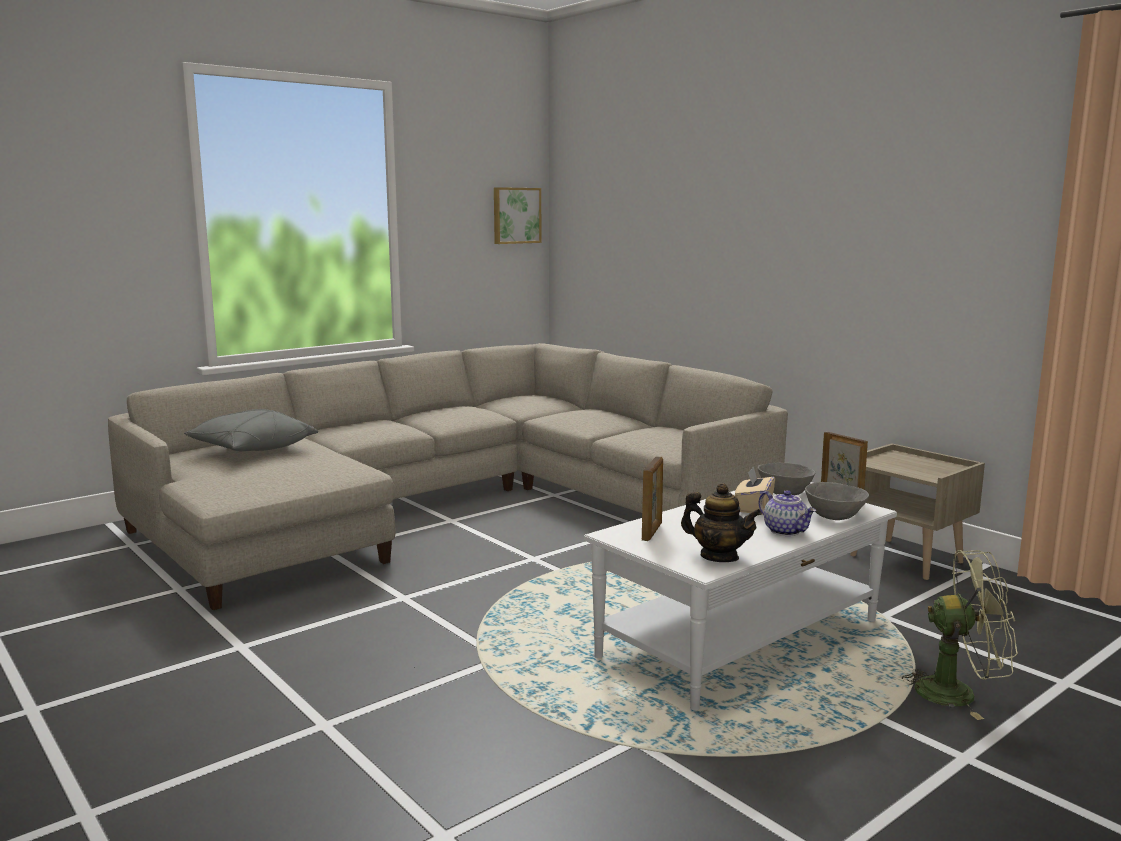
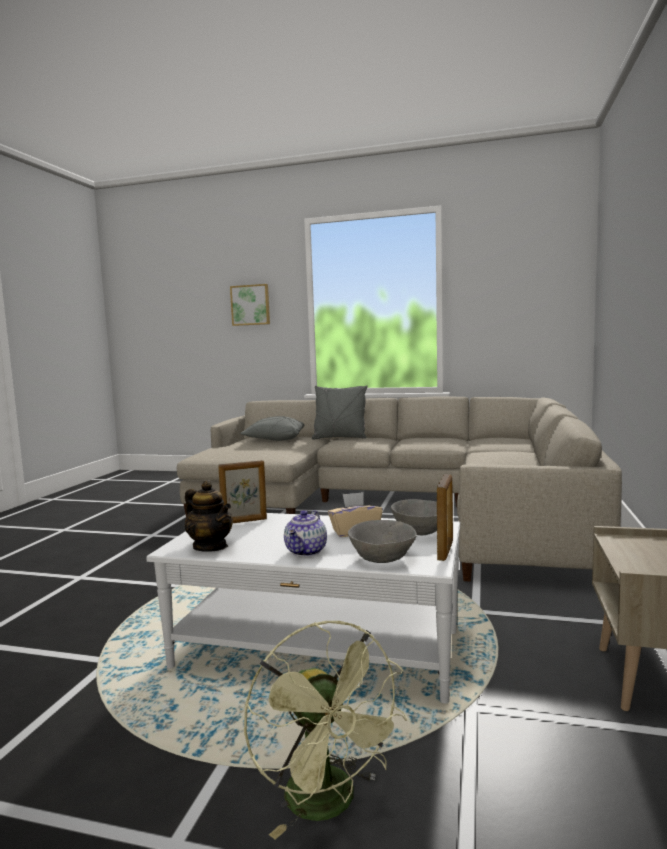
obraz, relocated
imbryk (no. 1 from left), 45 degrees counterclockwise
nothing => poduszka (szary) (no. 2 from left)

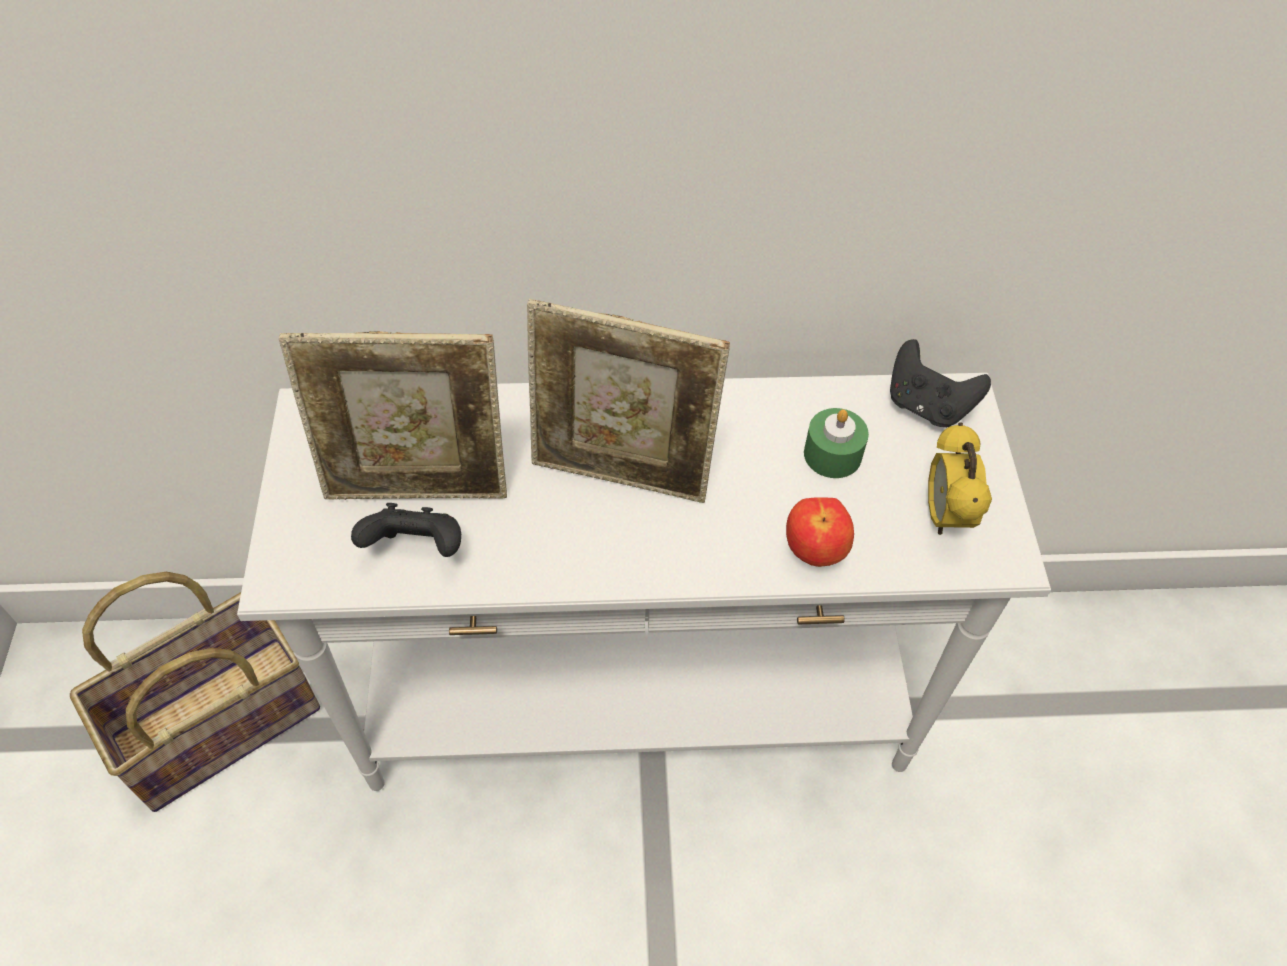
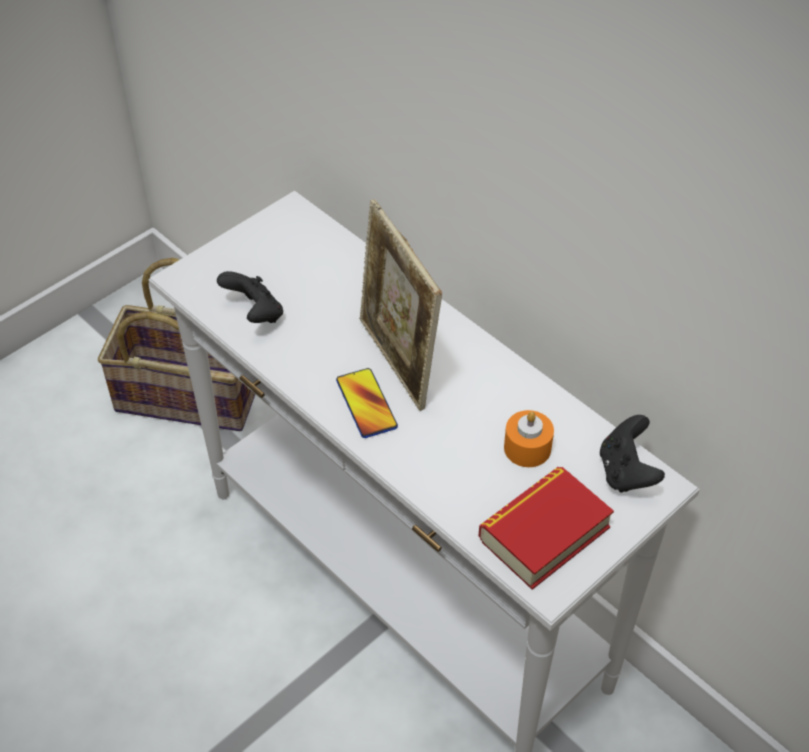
ramka na zdjęcie (no. 1 from left) => nothing
jabłko => nothing
świeca (zielony) => świeca (pomarańczowy)
budzik => książka
nothing => telefon

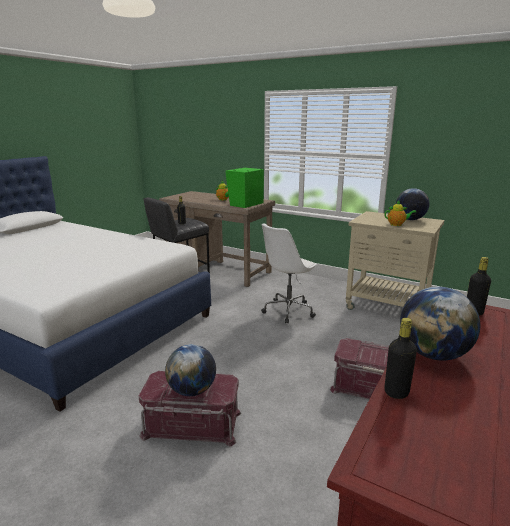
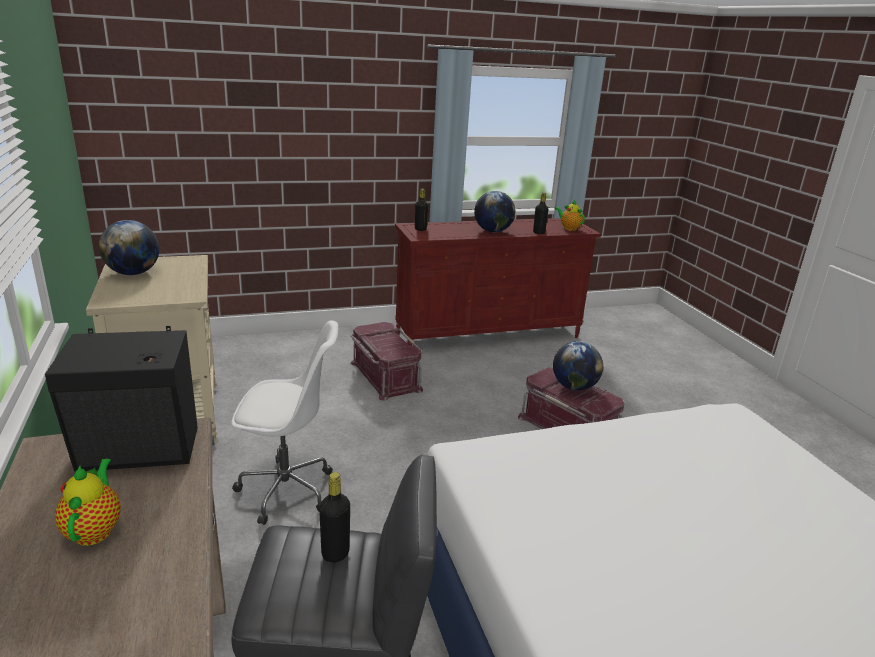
głośnik (zielony) => głośnik (czarny)
imbryk (no. 2 from left), relocated

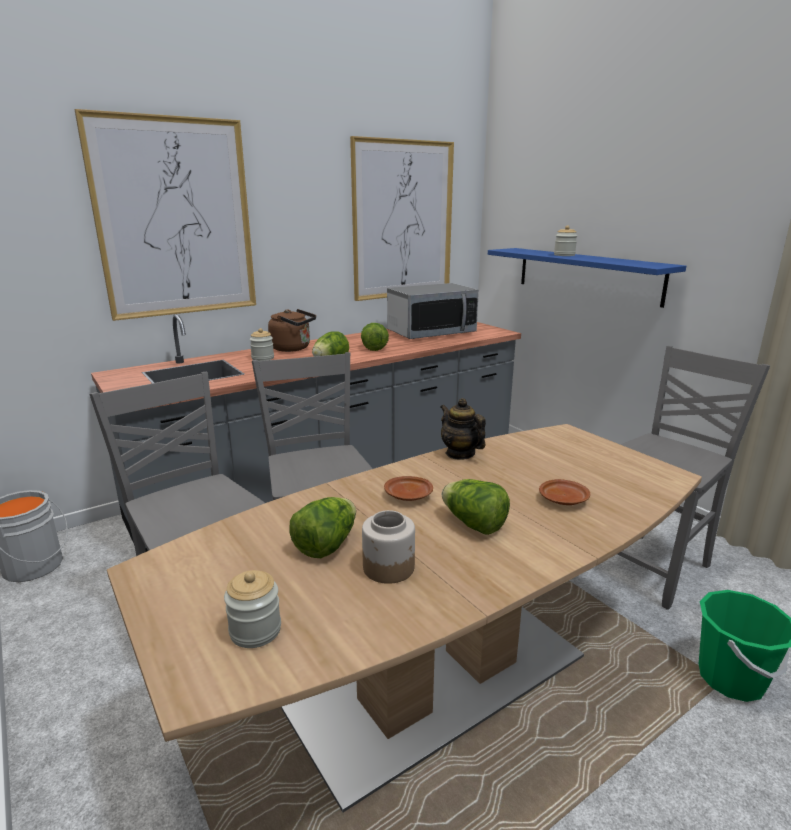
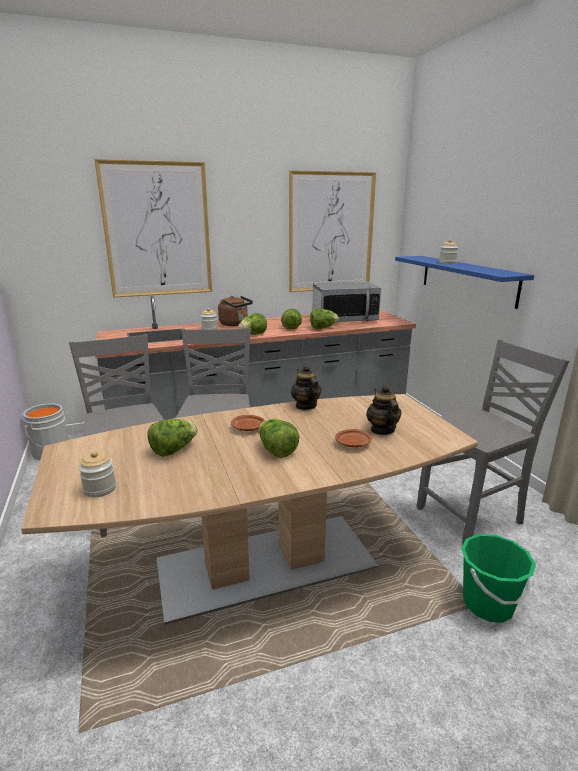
słoik (no. 3 from left) => nothing
nothing => sałata (no. 5 from left)
nothing => imbryk (no. 2 from left)

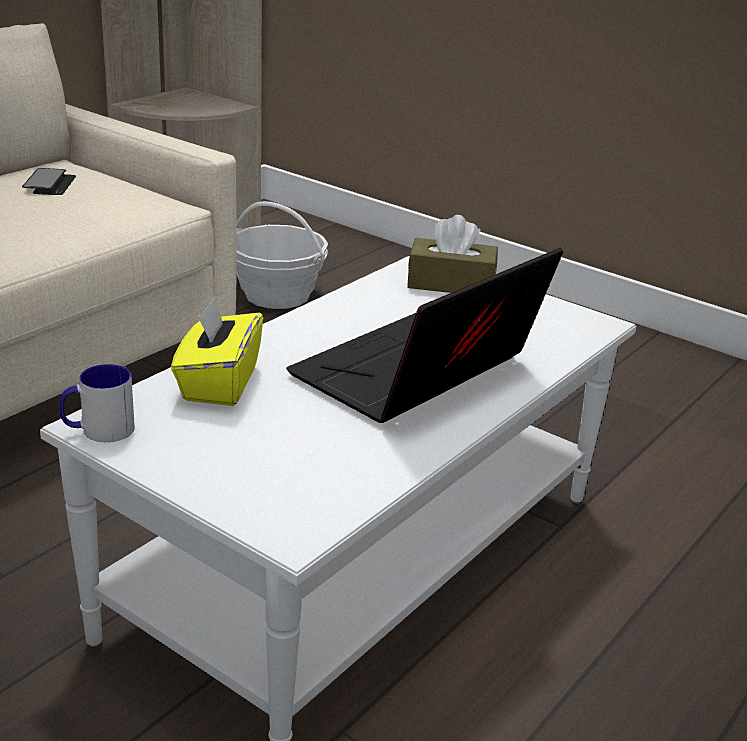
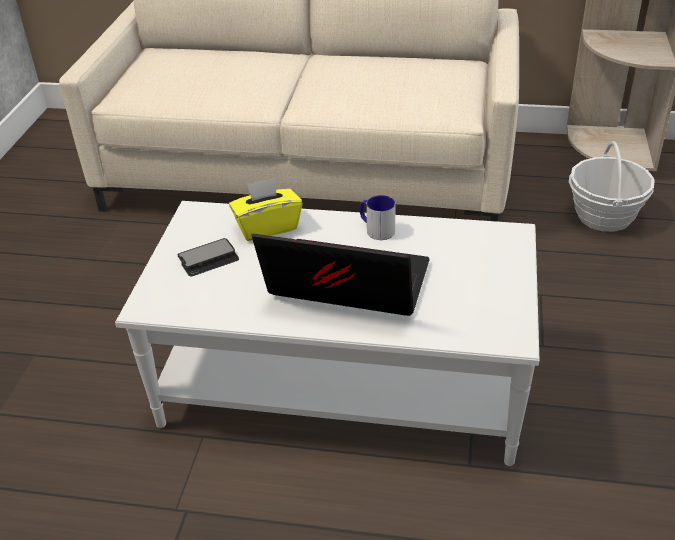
telefon, relocated
kubek, relocated
pudełko chusteczek (brązowy) => nothing

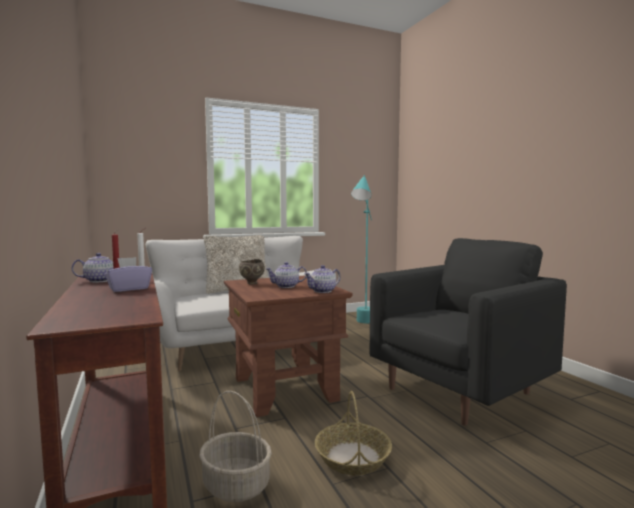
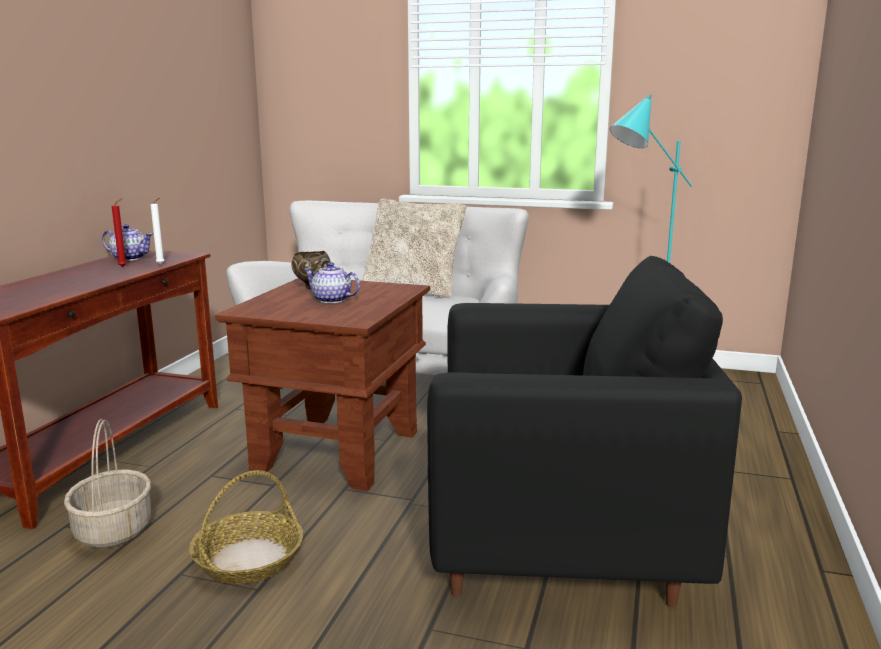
pudełko chusteczek (fioletowy) => nothing
imbryk (no. 3 from left) => nothing

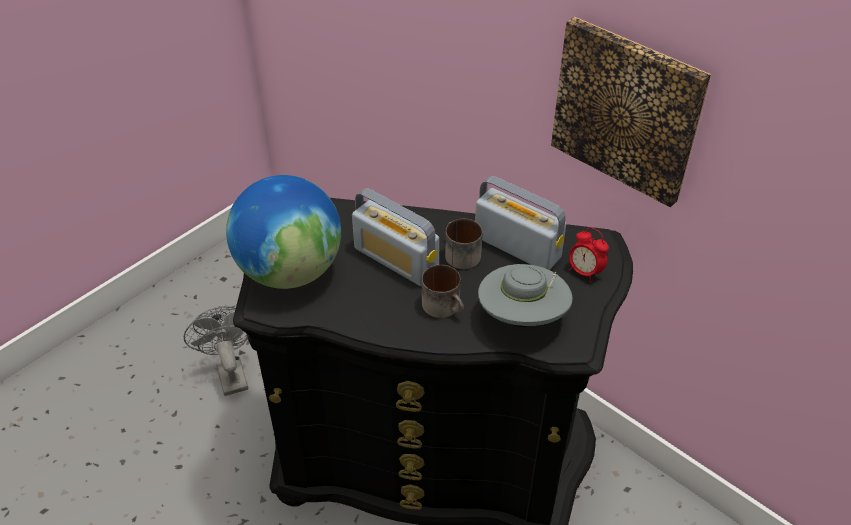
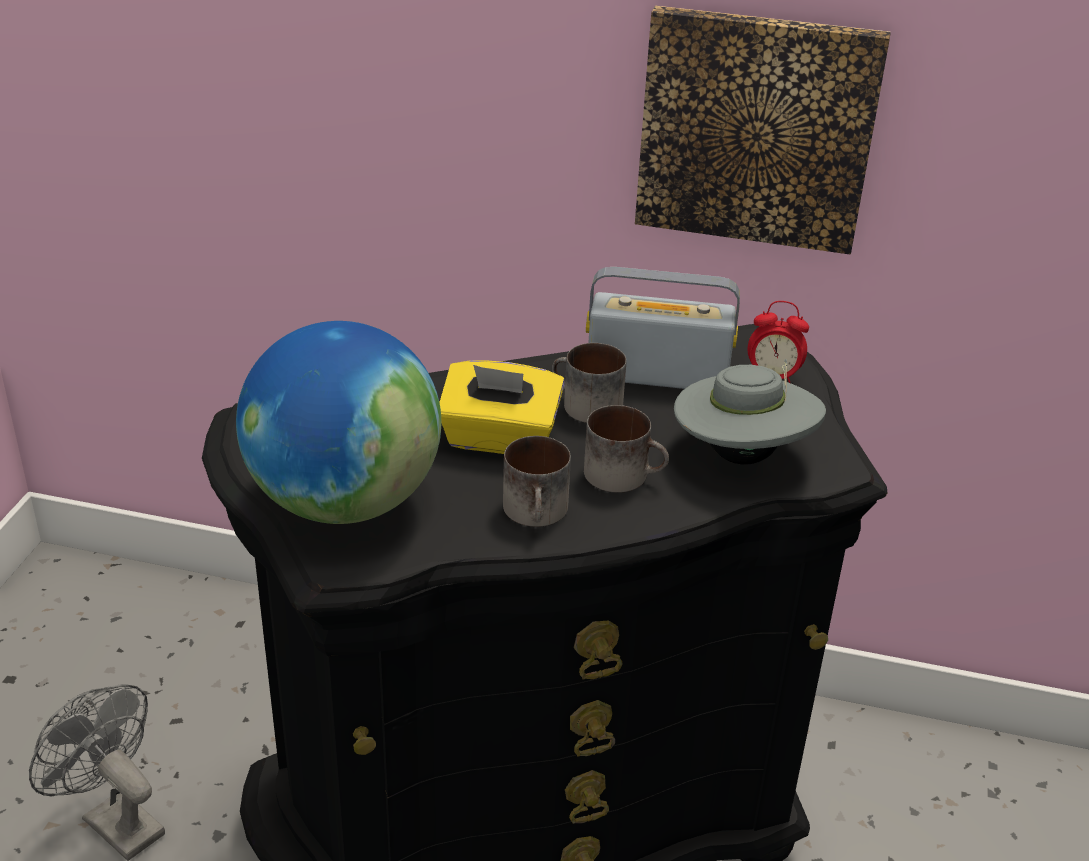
radio (no. 1 from left) => pudełko chusteczek (żółty)
nothing => kubek (no. 1 from left)

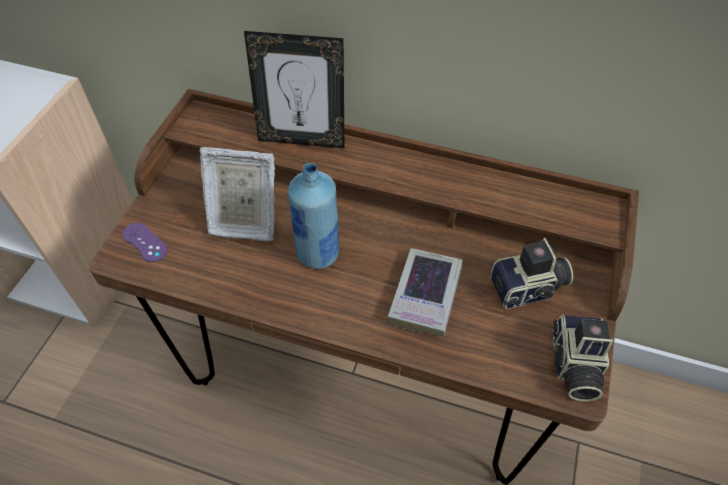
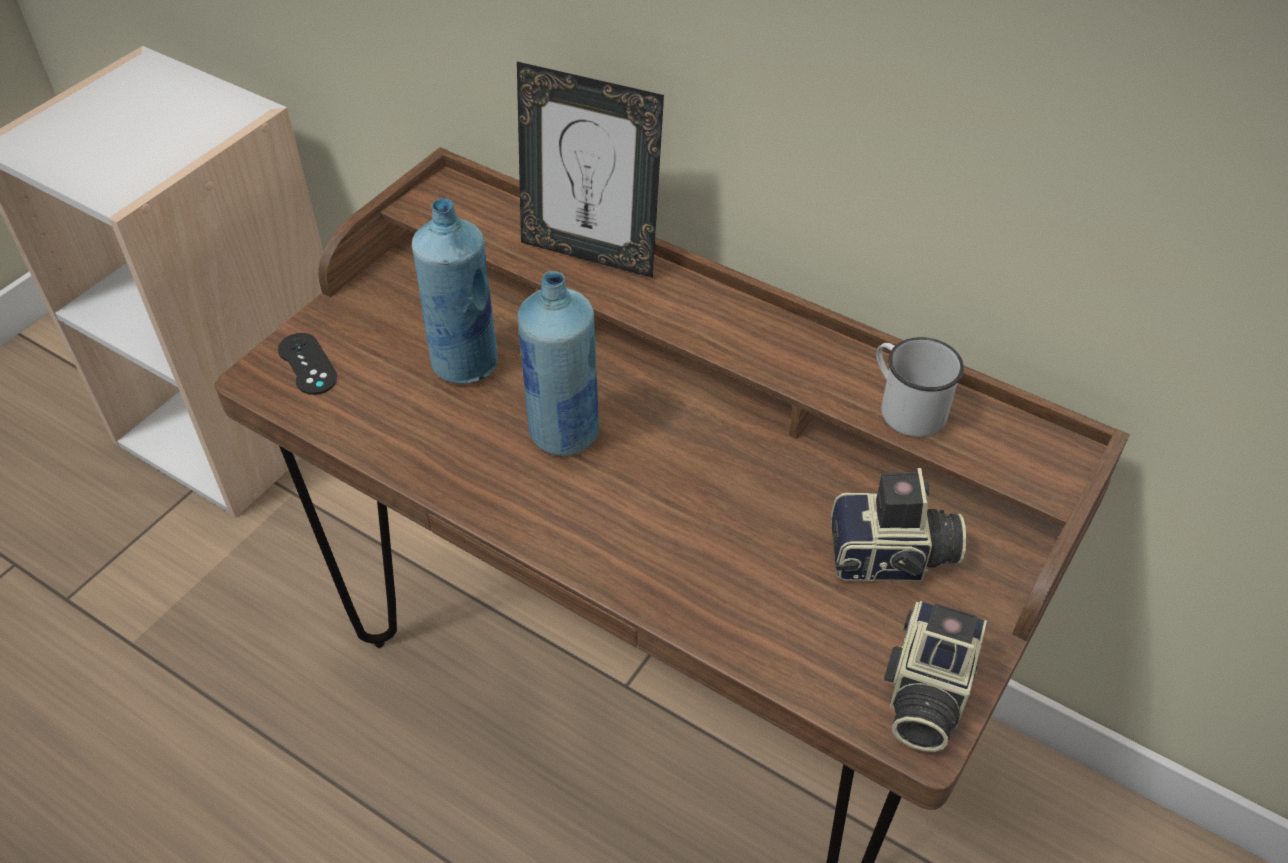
pad do gier (fioletowy) => pad do gier (czarny)
ramka na zdjęcie (no. 1 from left) => butelka (niebieski) (no. 1 from left)
książka => nothing
nothing => kubek (biały)

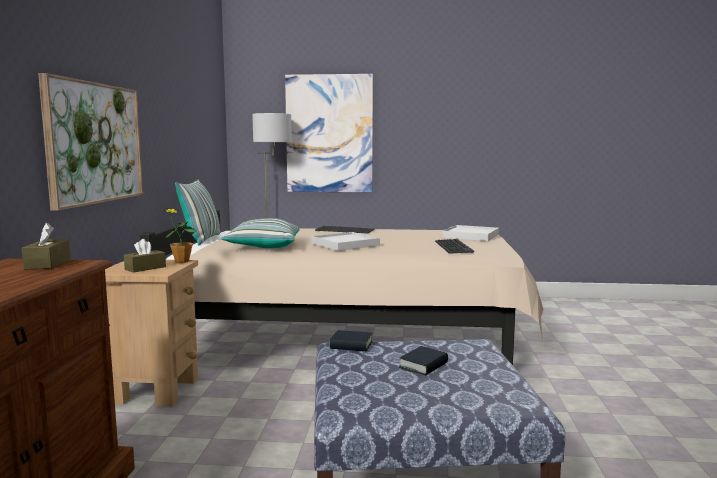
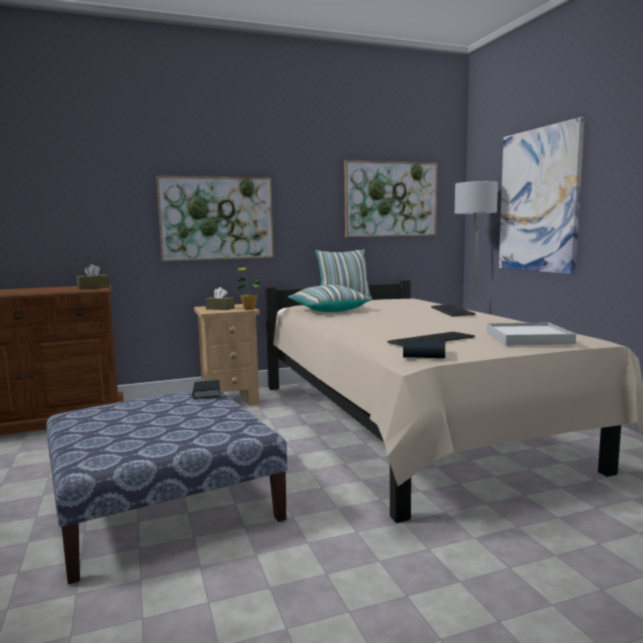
taca (biały) (no. 1 from left) => nothing
książka (no. 2 from left), relocated
nothing => obraz (no. 2 from left)

